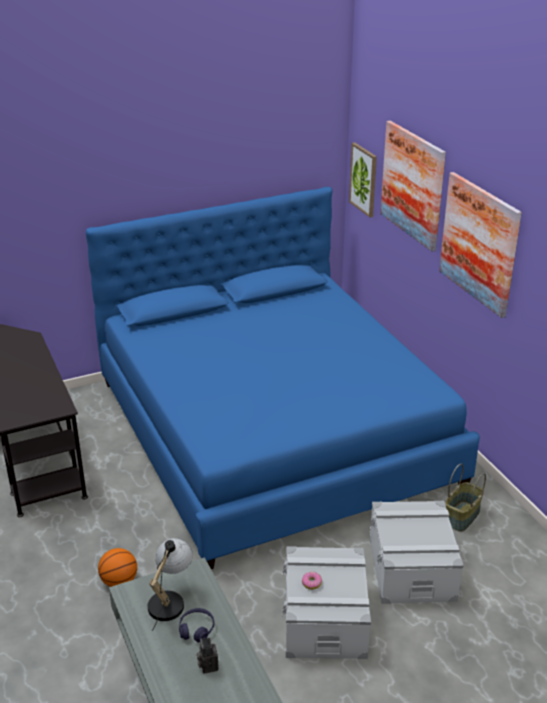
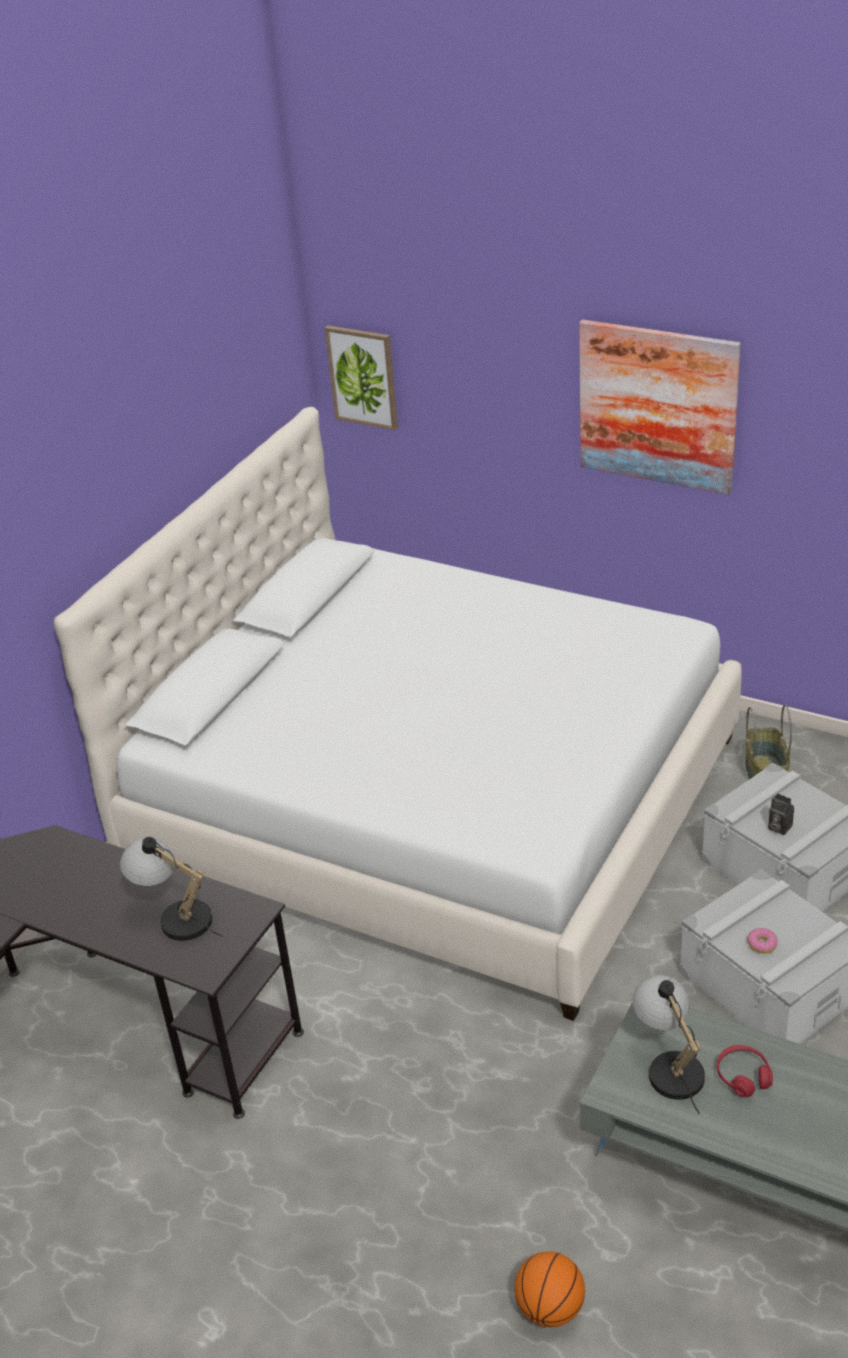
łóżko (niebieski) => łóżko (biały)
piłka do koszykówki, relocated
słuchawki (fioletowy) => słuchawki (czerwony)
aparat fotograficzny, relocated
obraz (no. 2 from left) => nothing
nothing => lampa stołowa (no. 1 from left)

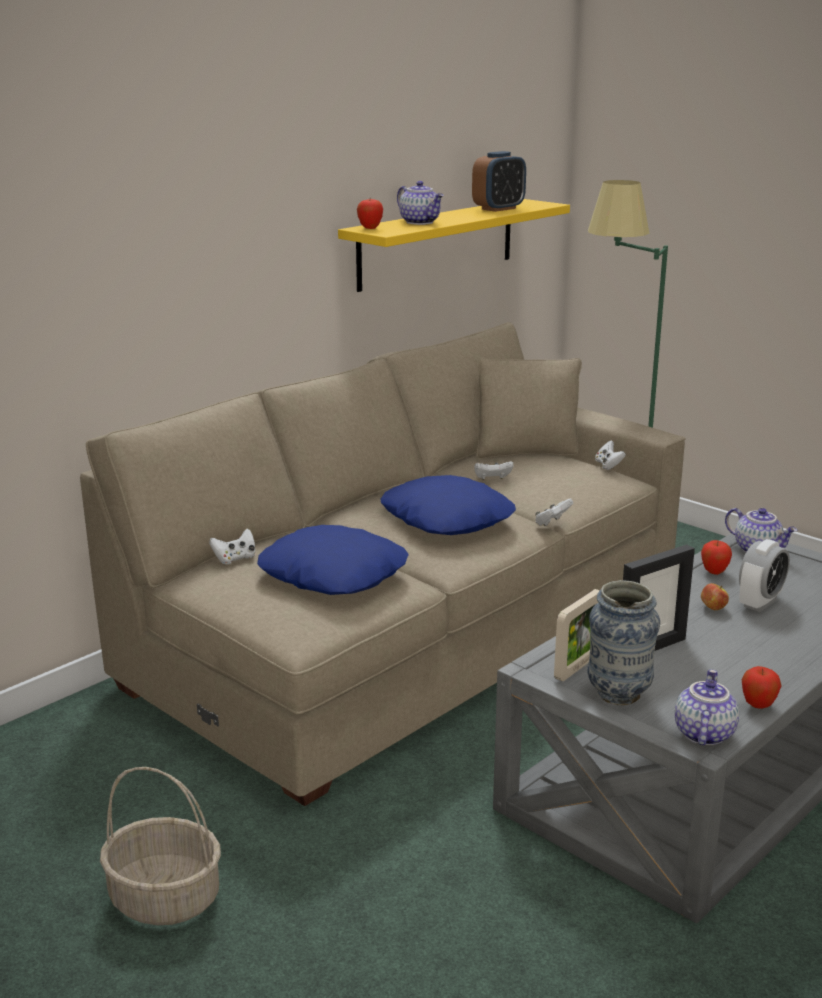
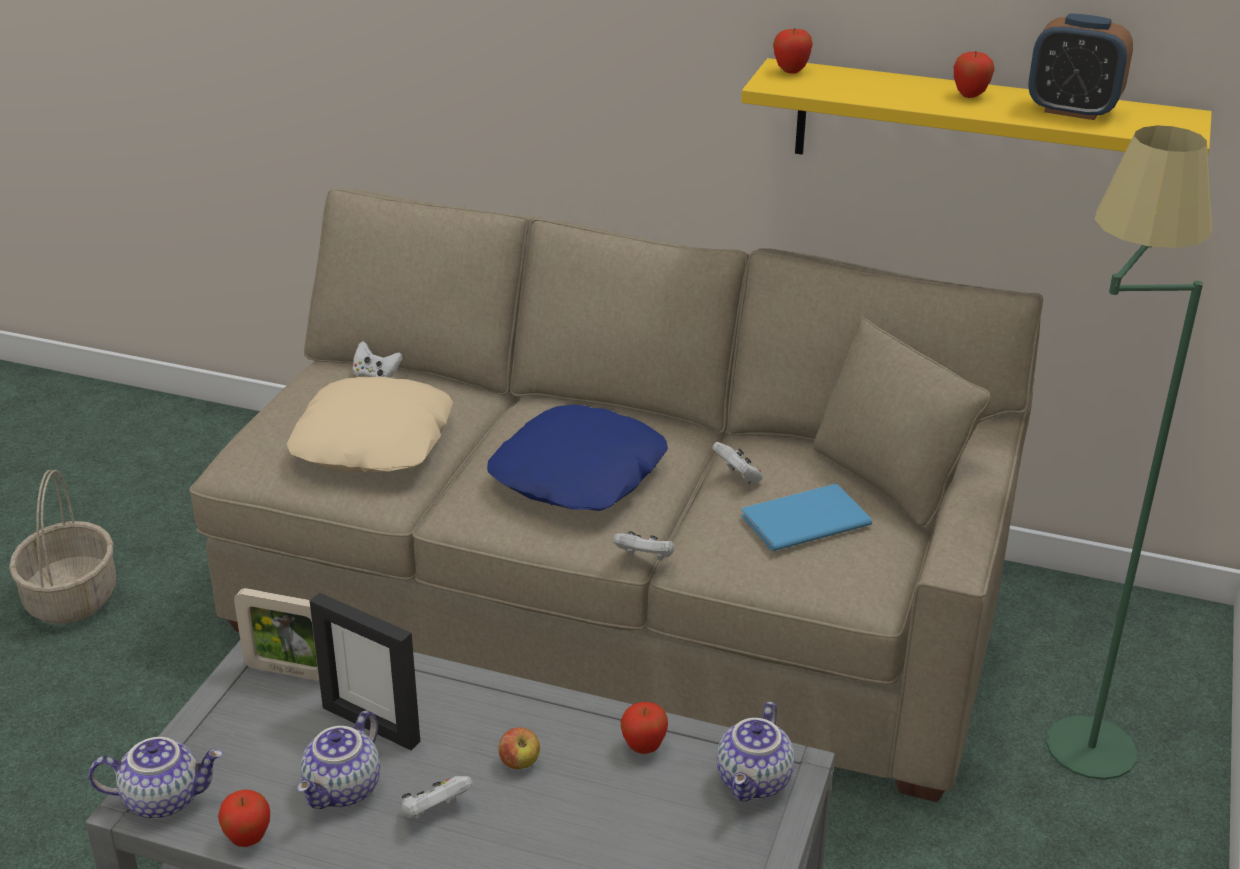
poduszka (niebieski) (no. 1 from left) => poduszka (beżowy)
imbryk (no. 1 from left in the first image) => imbryk (no. 2 from left), relocated
wazon => nothing
pad do gier (biały) (no. 4 from left in the first image) => pad do gier (biały) (no. 2 from left), relocated
budzik (no. 2 from left) => nothing
nothing => książka (niebieski)
nothing => jabłko (no. 5 from left)

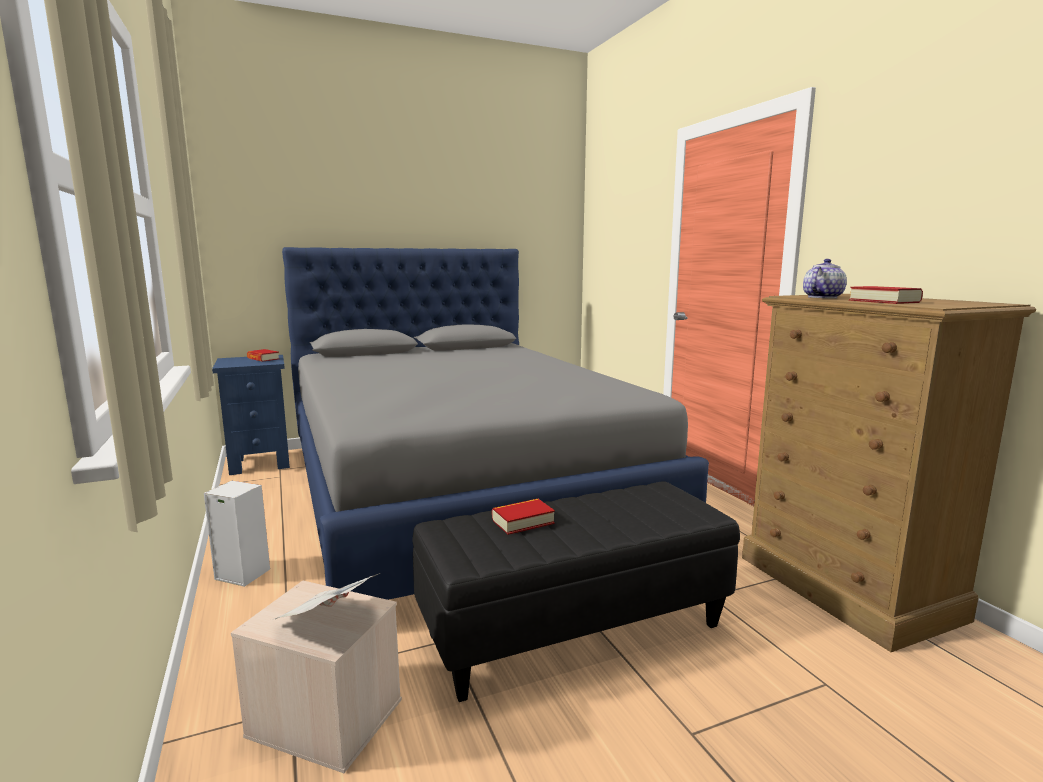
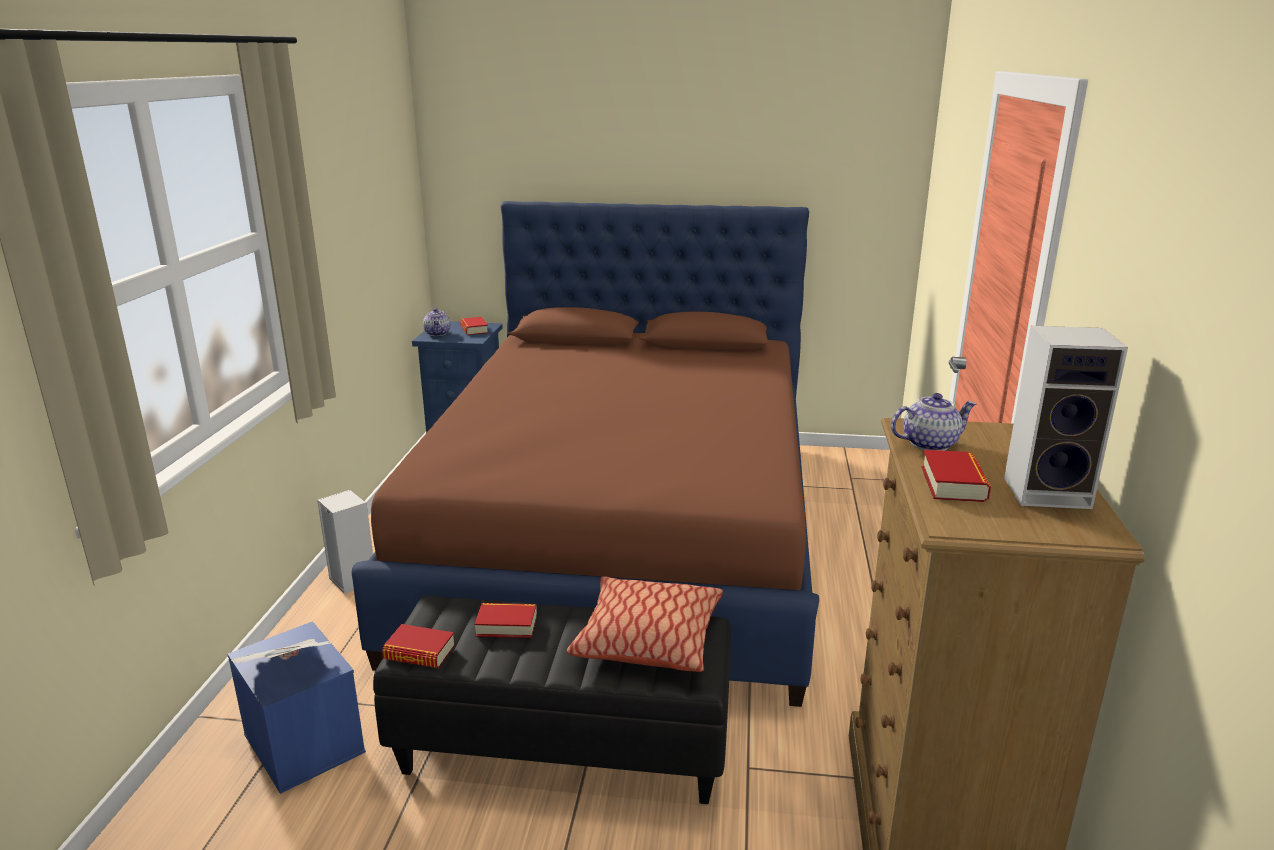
pojemnik do przechowywania (beżowy) => pojemnik do przechowywania (niebieski)
łóżko (szary) => łóżko (brązowy)
nothing => książka (no. 1 from left)
nothing => imbryk (no. 1 from left)
nothing => poduszka
nothing => głośnik (no. 2 from left)

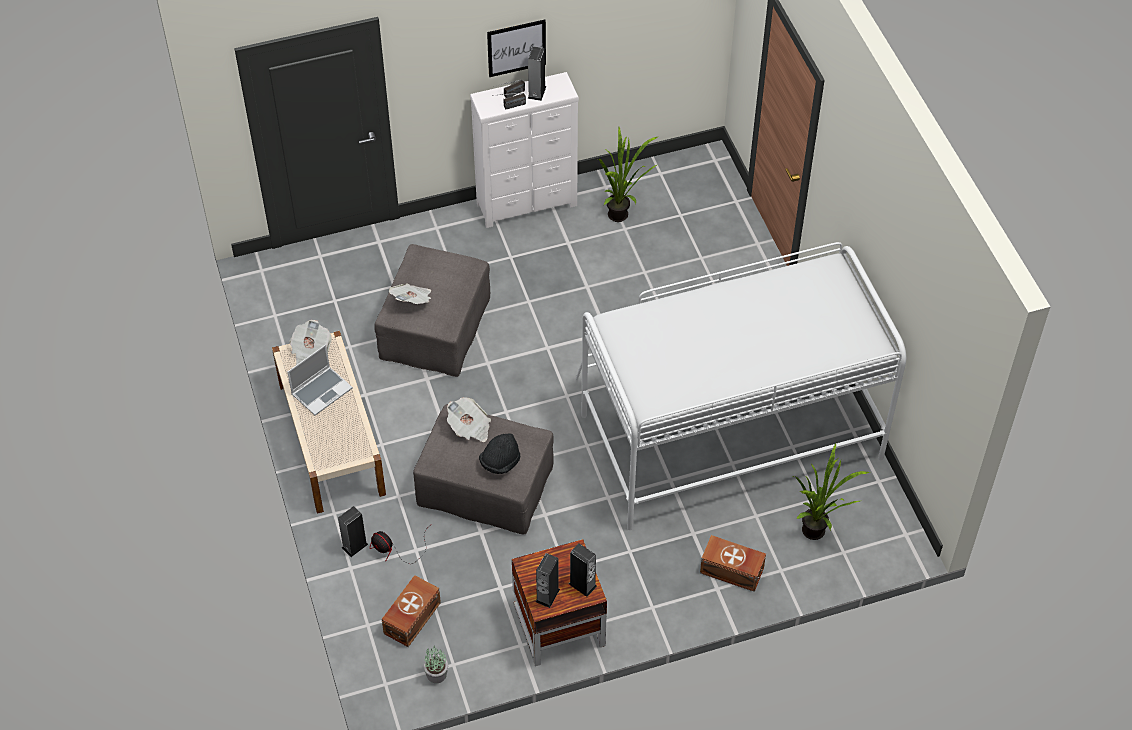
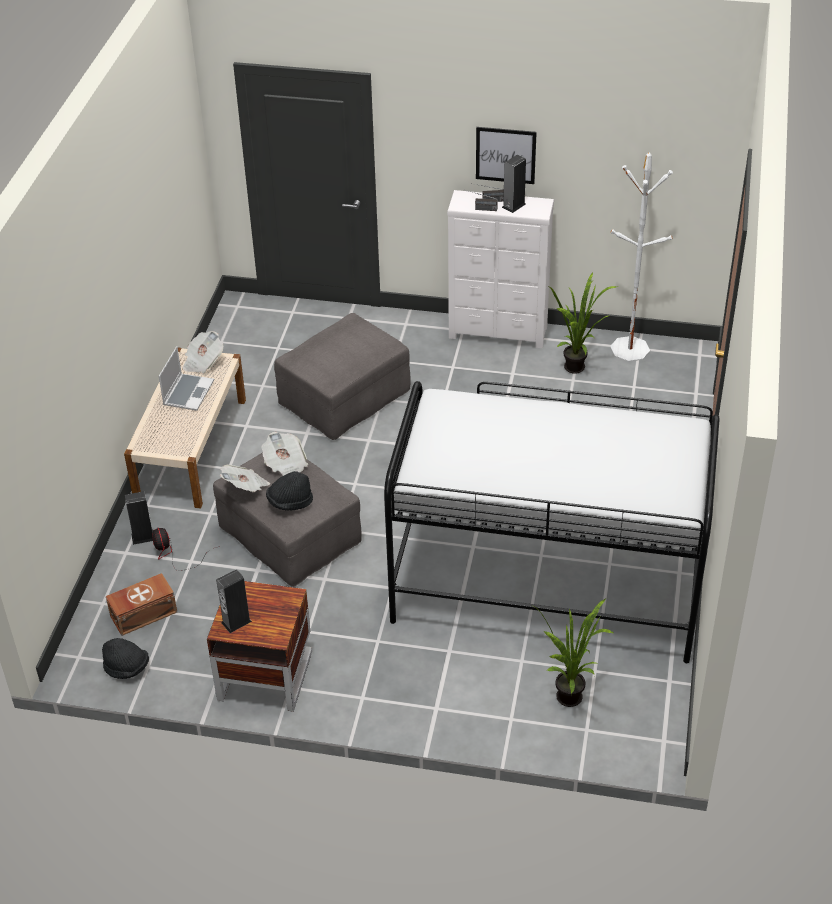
laptop, 60 degrees counterclockwise
gazeta (no. 2 from left), relocated
roślina doniczkowa (no. 1 from left) => kapelusz (czarny) (no. 1 from left)
głośnik (no. 4 from left) => nothing
łóżko (biały) => łóżko (czarny)
pojemnik do przechowywania (brązowy) (no. 2 from left) => nothing
nothing => wieszak (biały)

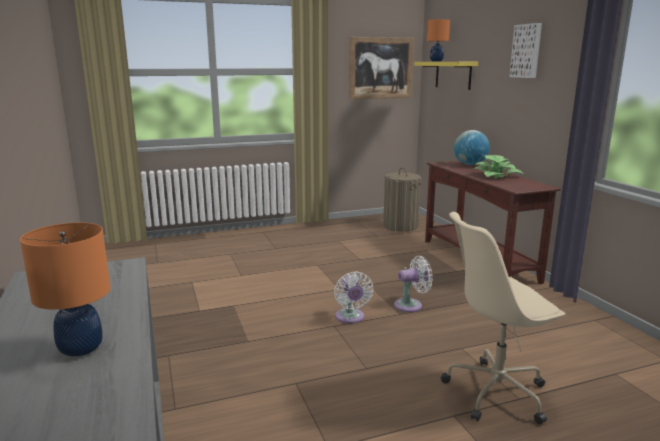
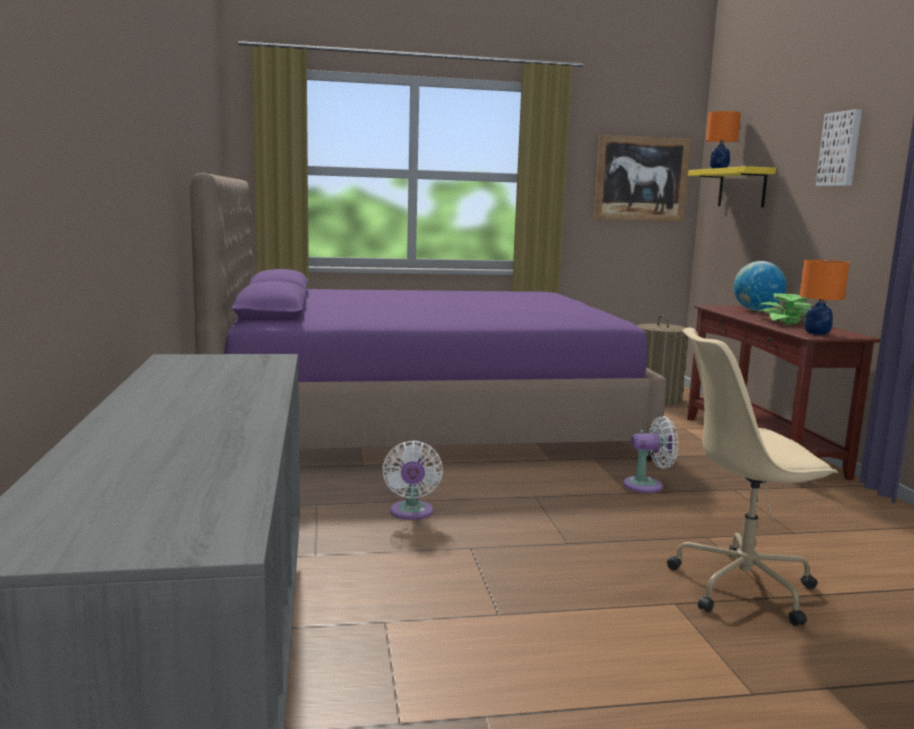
lampa stołowa (pomarańczowy) (no. 1 from left in the first image) => lampa stołowa (pomarańczowy) (no. 2 from left), relocated
wentylator (biały) (no. 1 from left), relocated
nothing => łóżko (fioletowy)

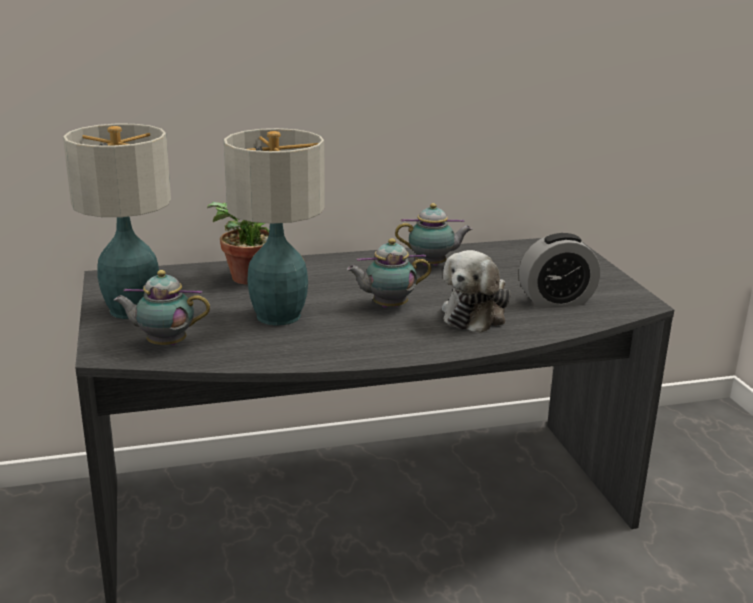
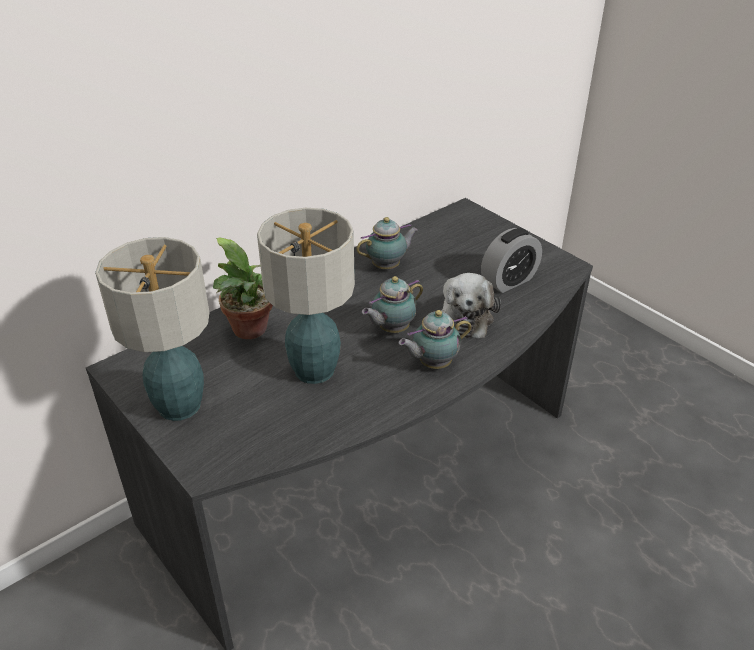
imbryk (no. 1 from left in the first image) => imbryk (no. 3 from left), relocated

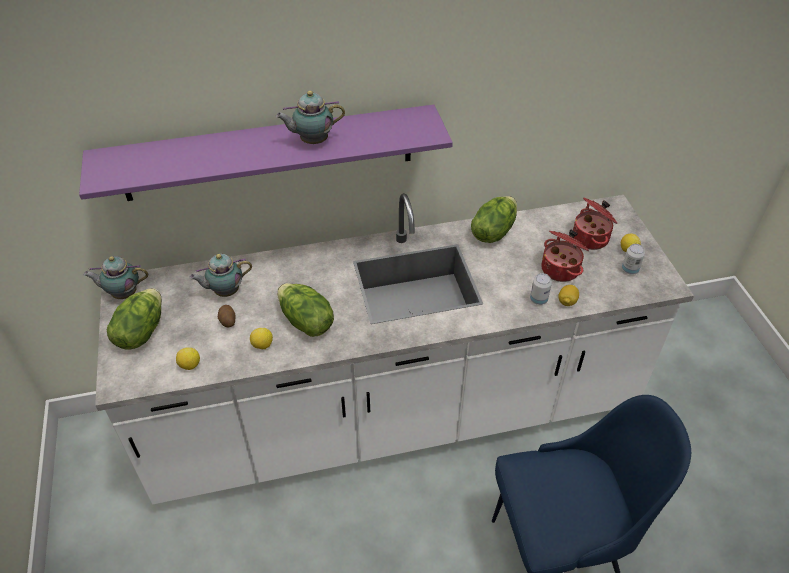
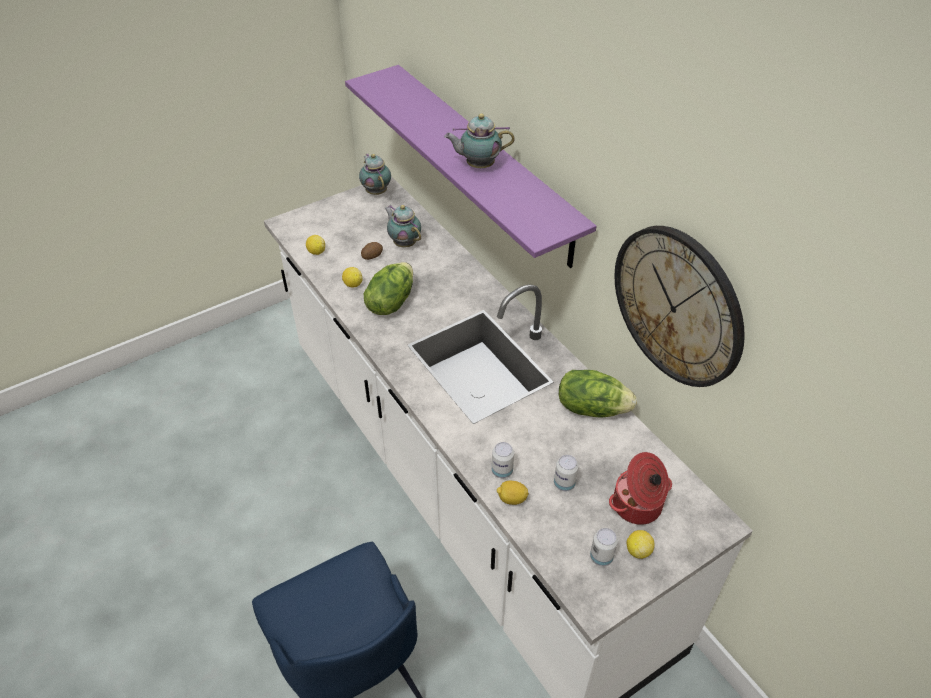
sałata (no. 1 from left) => nothing
imbryk (no. 3 from left), 60 degrees counterclockwise
garnek (no. 1 from left) => puszka (no. 2 from left)
nothing => zegar ścienny

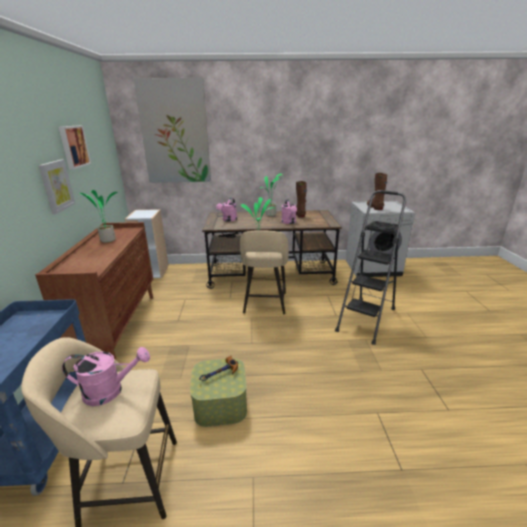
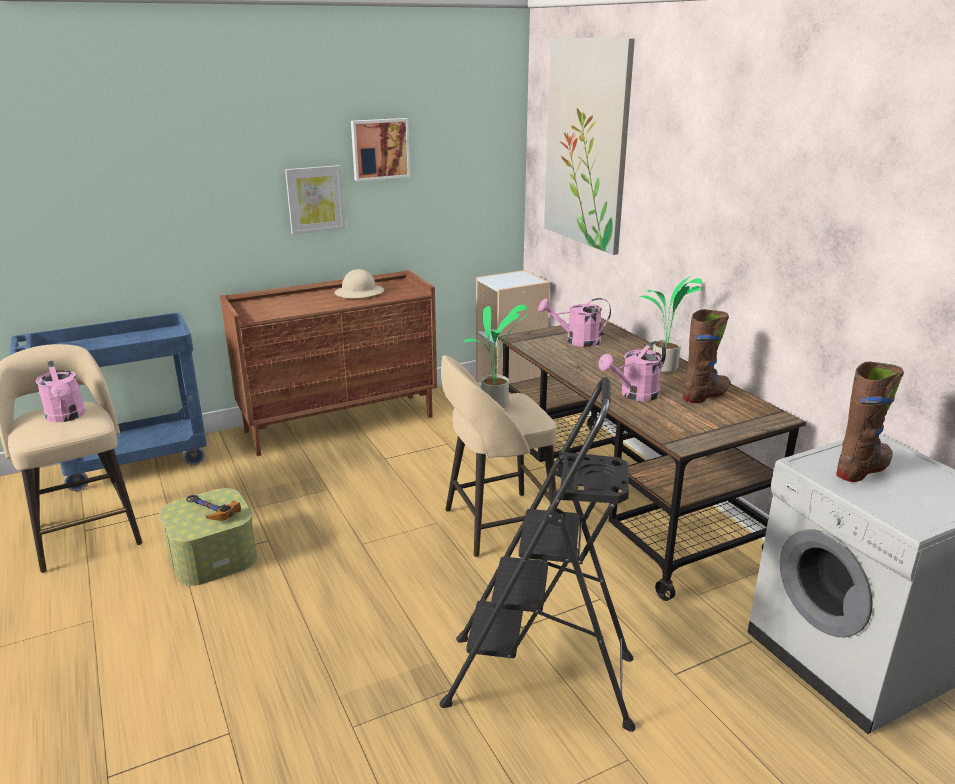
roślina doniczkowa (no. 1 from left) => kask (beżowy)

